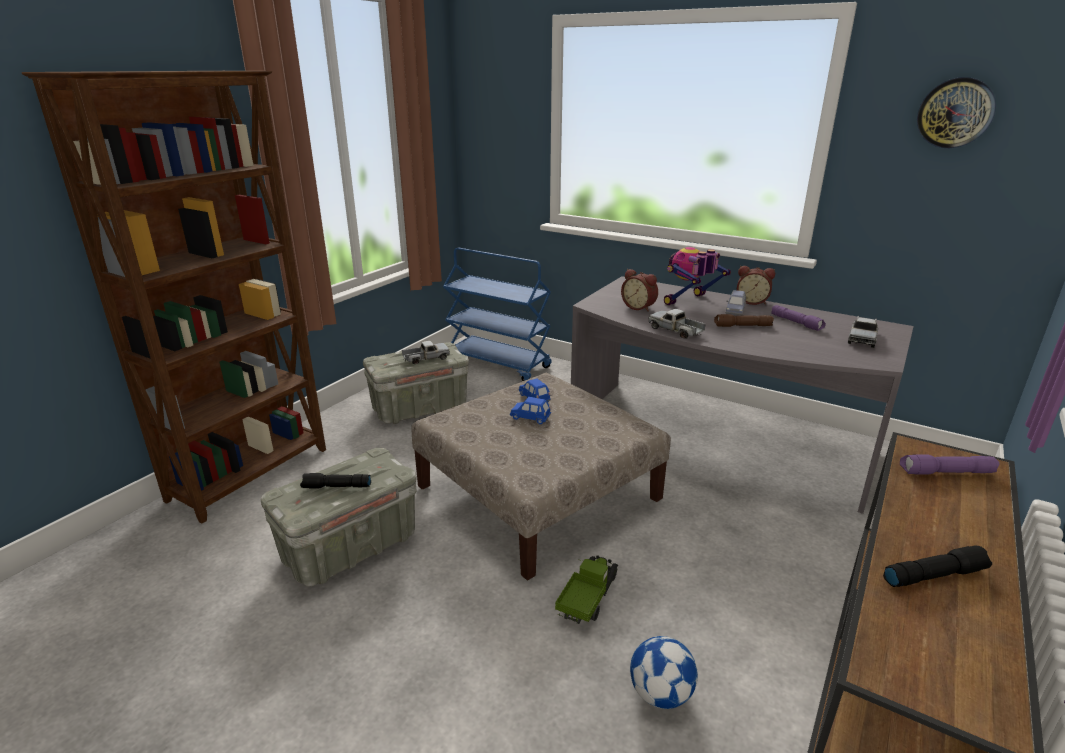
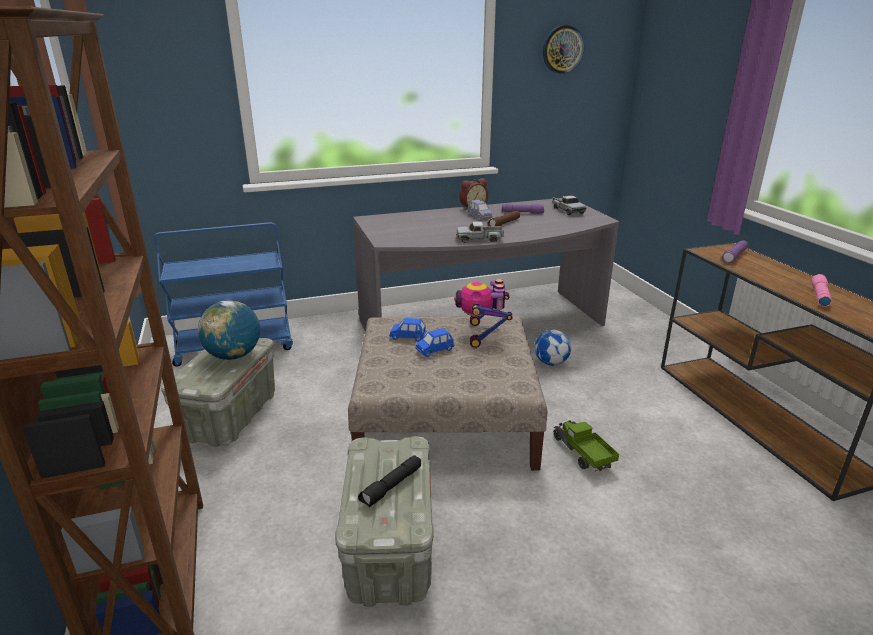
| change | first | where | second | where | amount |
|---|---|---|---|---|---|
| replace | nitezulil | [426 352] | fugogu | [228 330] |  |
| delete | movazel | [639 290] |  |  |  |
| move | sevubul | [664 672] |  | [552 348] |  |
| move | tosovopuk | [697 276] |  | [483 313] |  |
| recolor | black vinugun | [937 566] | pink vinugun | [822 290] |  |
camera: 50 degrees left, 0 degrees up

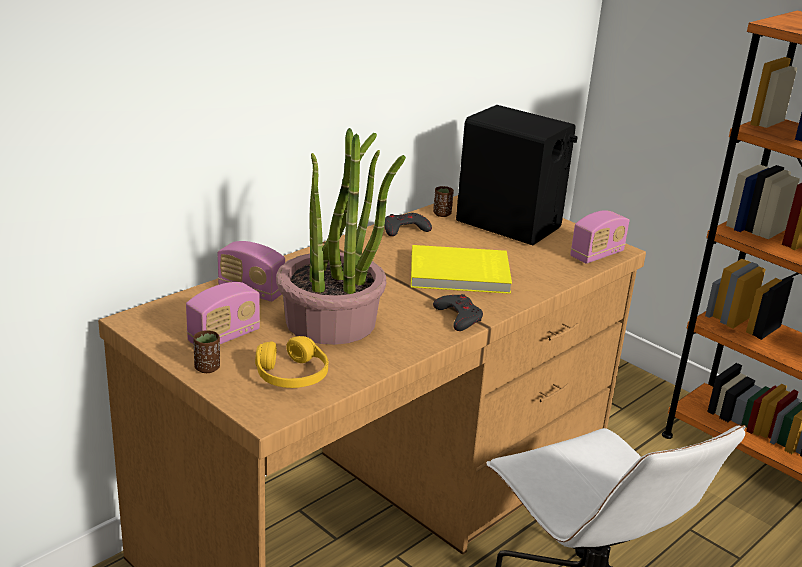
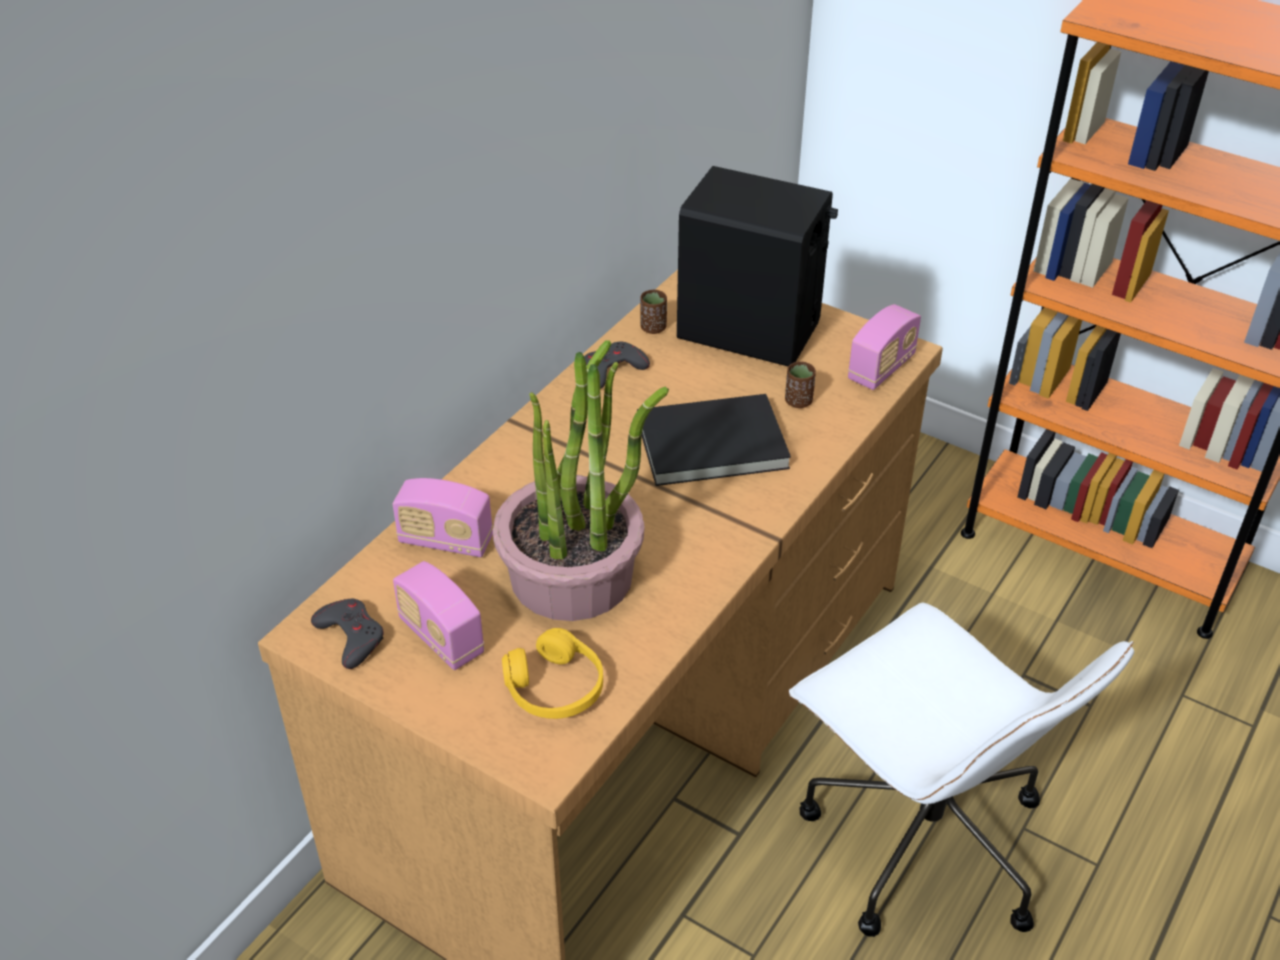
| change | first | where | second | where | amount |
|---|---|---|---|---|---|
| rotate | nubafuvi | [223 313] |  | [438 615] | 105 degrees clockwise |
| move | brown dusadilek | [206 351] |  | [800 385] |  |
| recolor | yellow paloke | [461 269] | black paloke | [714 440] |  |
| move | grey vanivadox | [458 312] |  | [347 634] |  |
camera: 10 degrees left, 15 degrees up

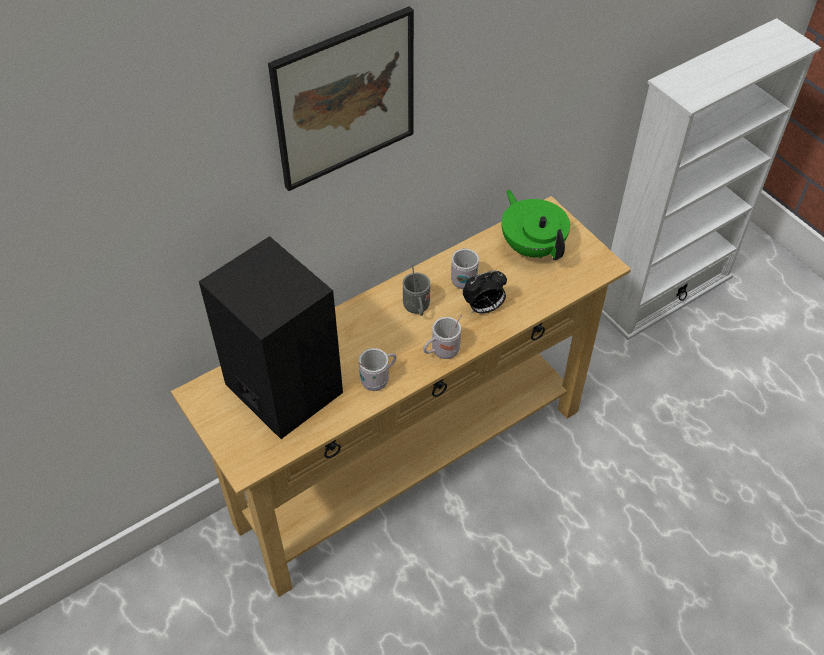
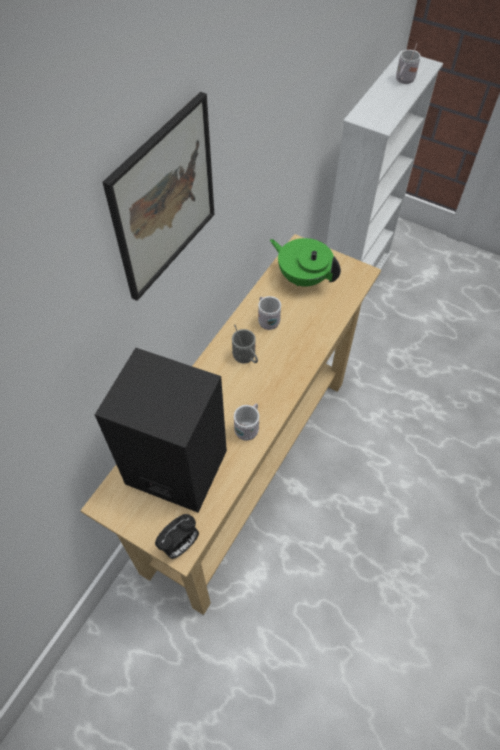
| change | first | where | second | where | amount |
|---|---|---|---|---|---|
| move | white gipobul | [442 337] |  | [408 63] |  |
| move | movazel | [485 291] |  | [177 536] |  |
camera: 25 degrees left, 5 degrees up

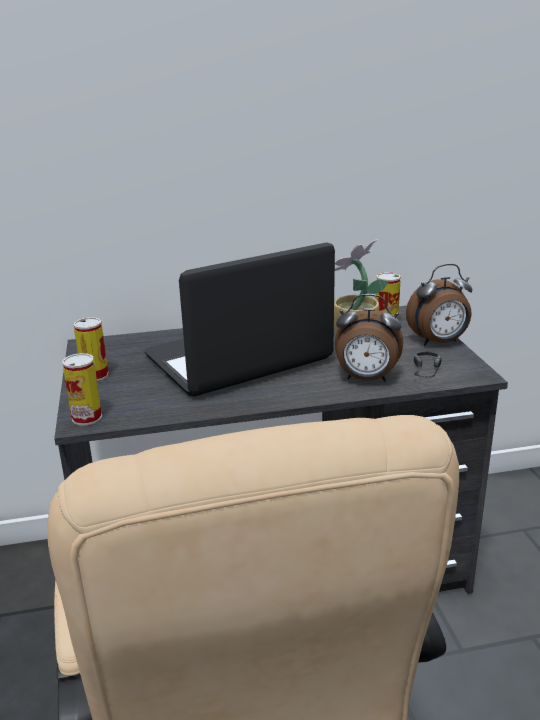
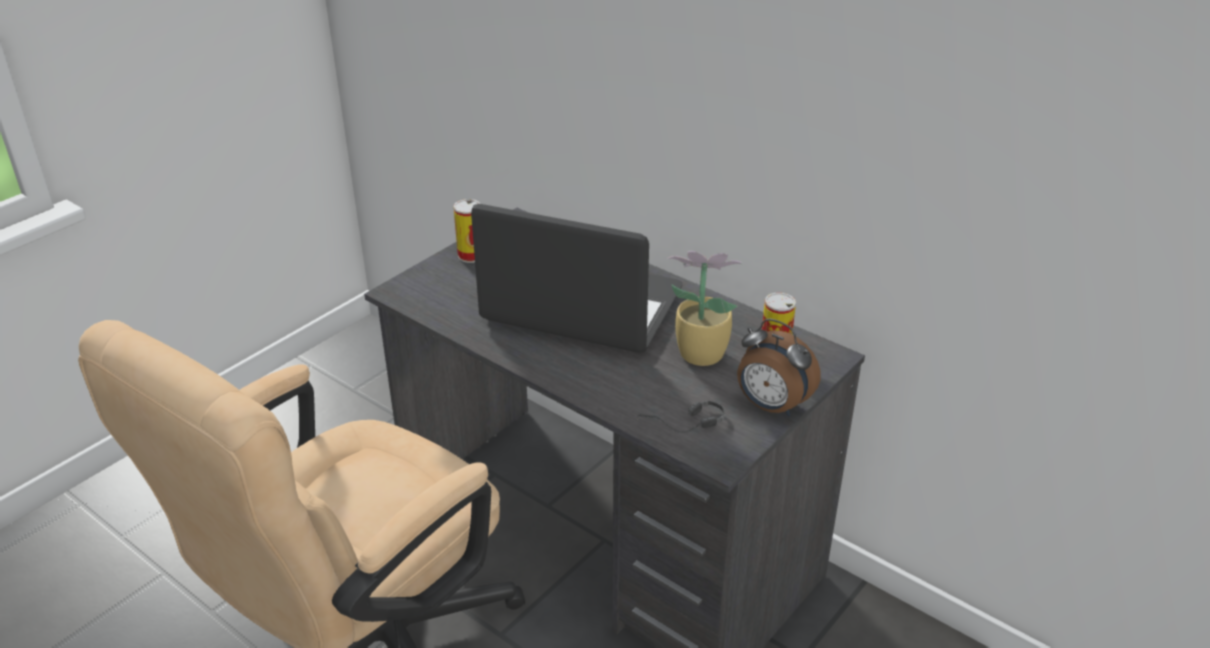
| change | first | where | second | where | amount |
|---|---|---|---|---|---|
| delete | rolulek | [82 389] |  |  |  |
| delete | movazel | [368 338] |  |  |  |
camera: 50 degrees right, 10 degrees up

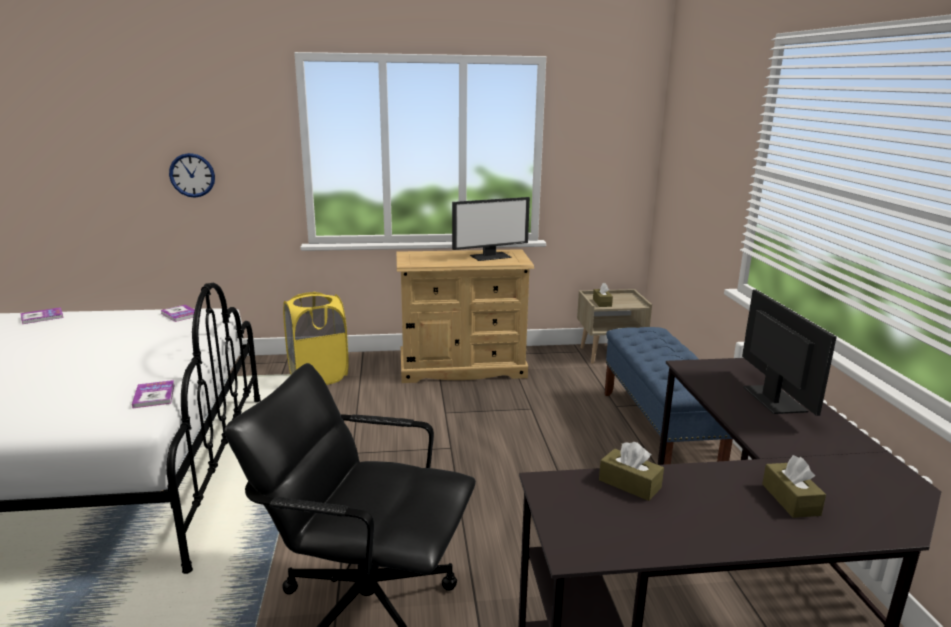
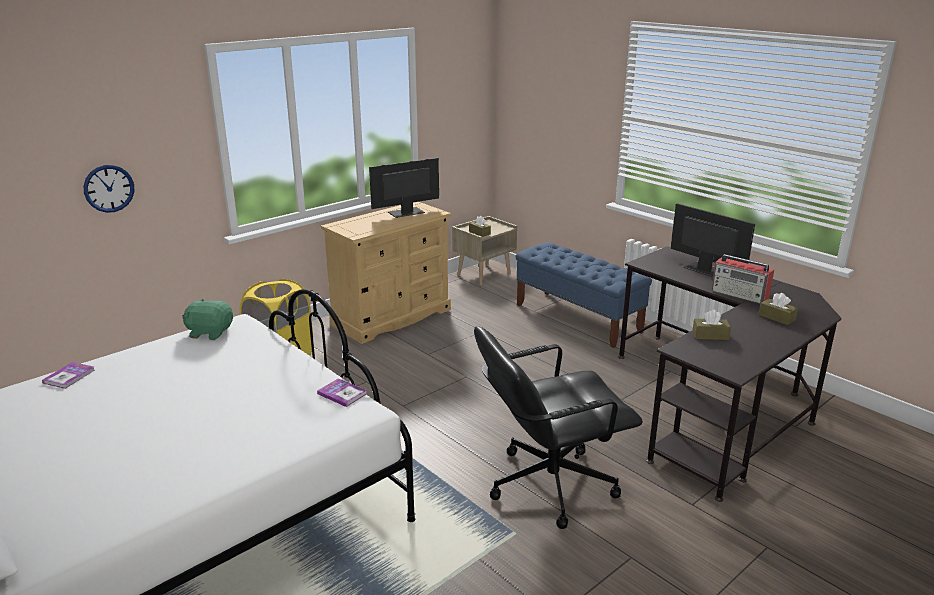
| change | first | where | second | where | amount |
|---|---|---|---|---|---|
| replace | paloke | [181 313] | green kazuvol | [207 319] |  |
| rotate | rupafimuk | [491 229] |  | [404 188] | 150 degrees counterclockwise |
| insert |  |  | nubafuvi | [742 279] |  |
camera: 35 degrees left, 5 degrees up

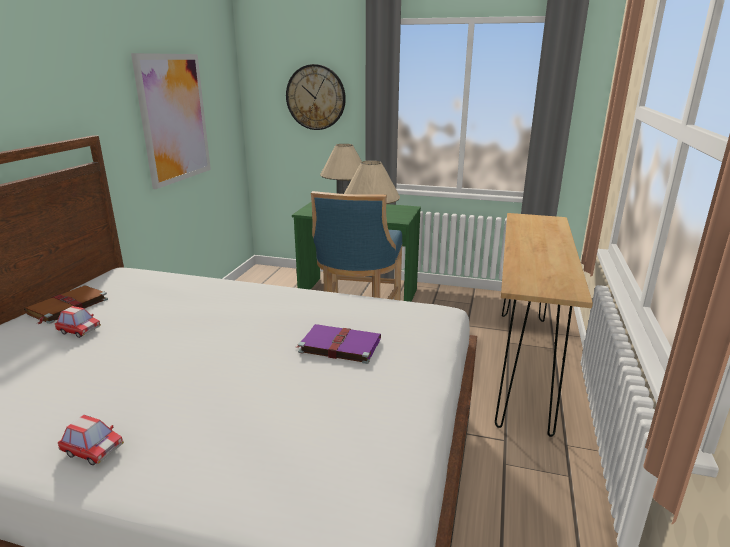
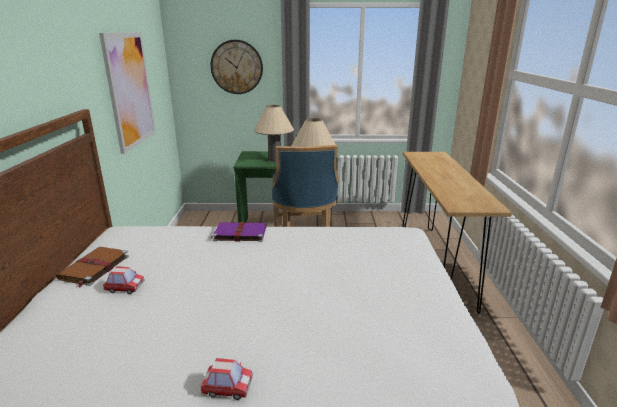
| change | first | where | second | where | amount |
|---|---|---|---|---|---|
| move | purple paloke | [339 344] |  | [239 232] |  |
camera: 15 degrees left, 0 degrees up

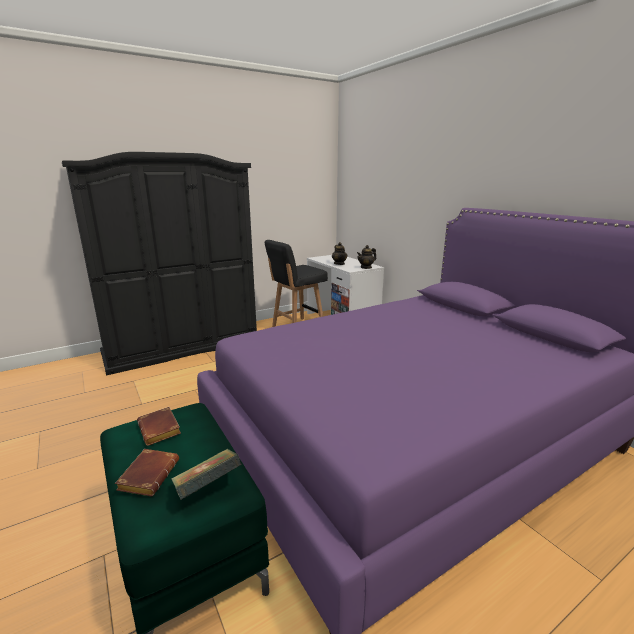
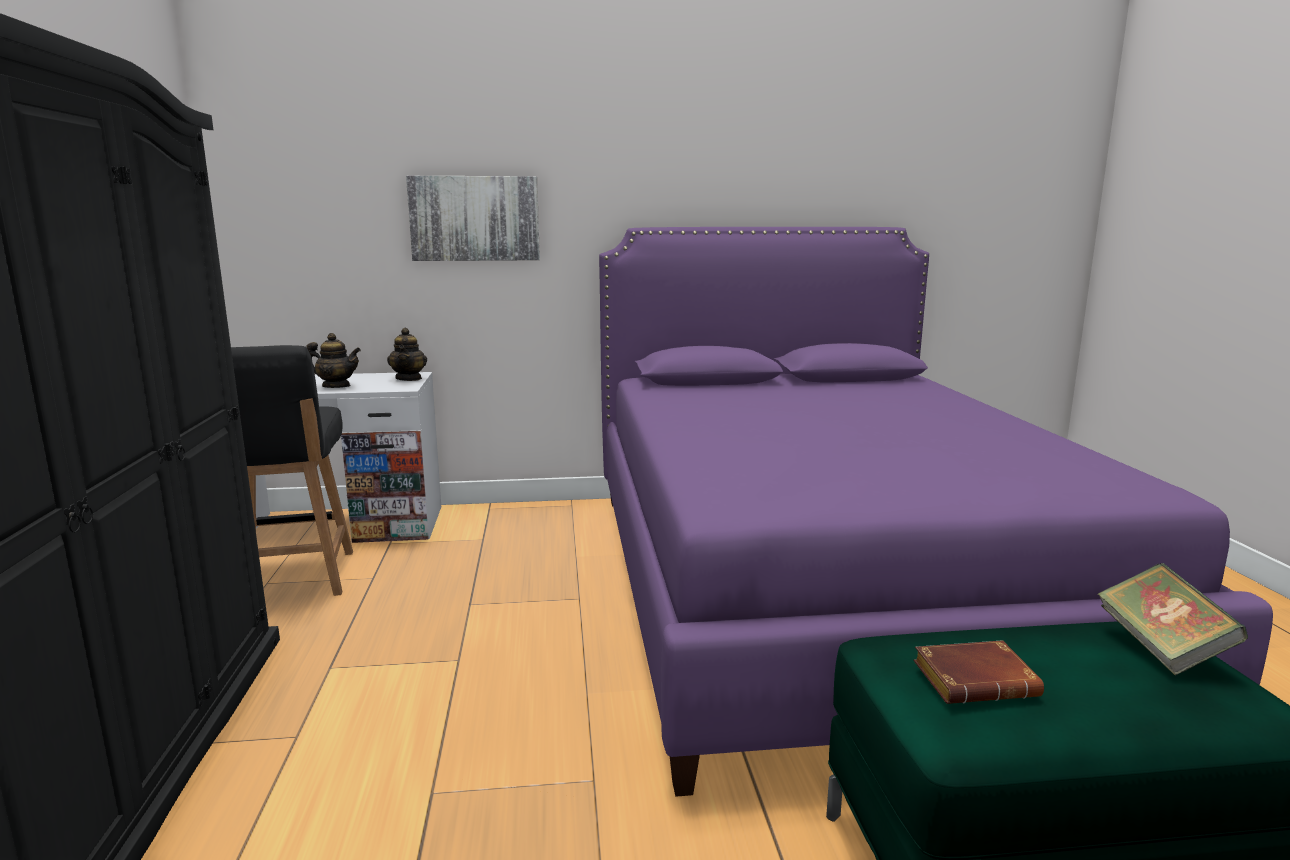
| change | first | where | second | where | amount |
|---|---|---|---|---|---|
| delete | brown paloke | [147 472] |  |  |  |
| insert |  |  | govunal | [473 218] |  |
camera: 65 degrees left, 5 degrees down

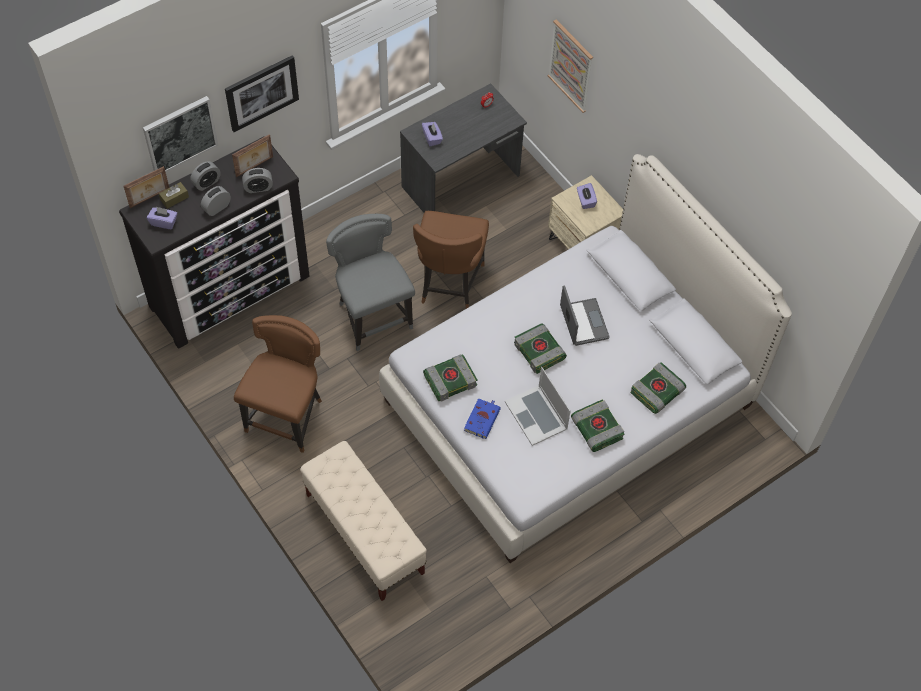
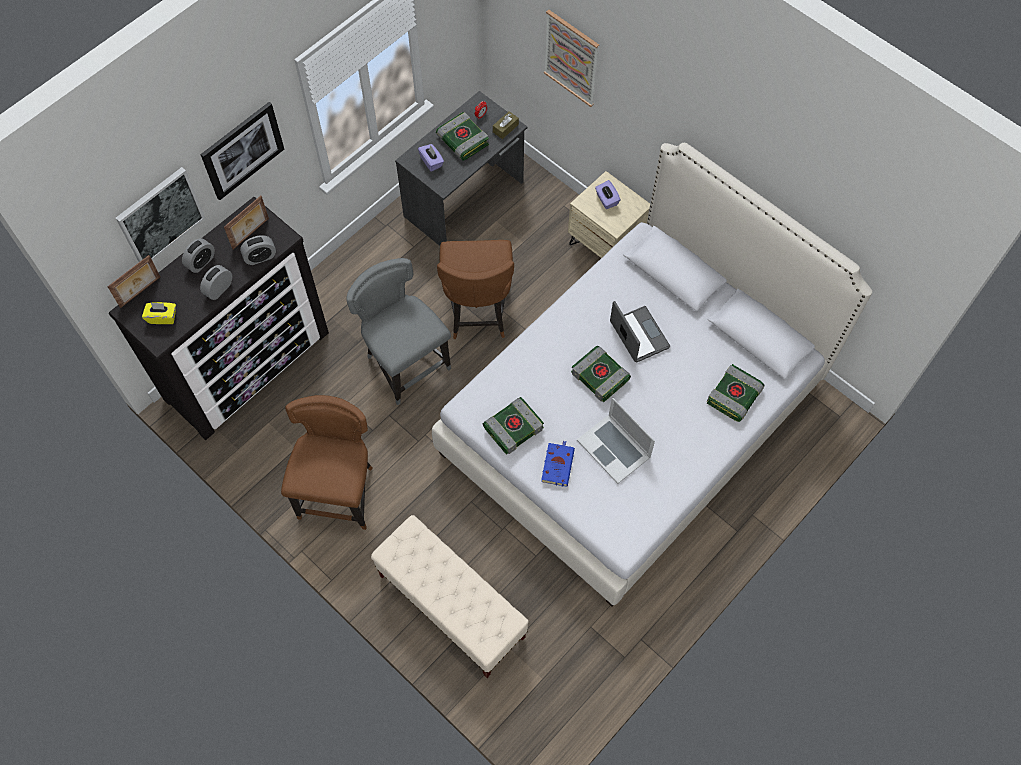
| change | first | where | second | where | amount |
|---|---|---|---|---|---|
| recolor | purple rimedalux | [162 217] | yellow rimedalux | [159 313] |  |
| move | brown rimedalux | [174 195] |  | [506 125] |  |
| move | paloke | [597 425] |  | [462 136] |  |
camera: 10 degrees left, 5 degrees up

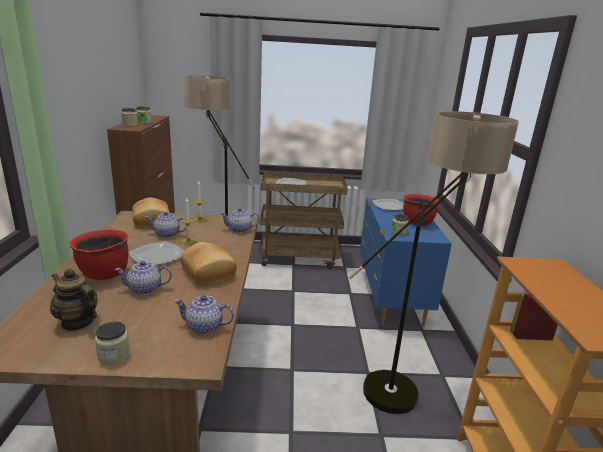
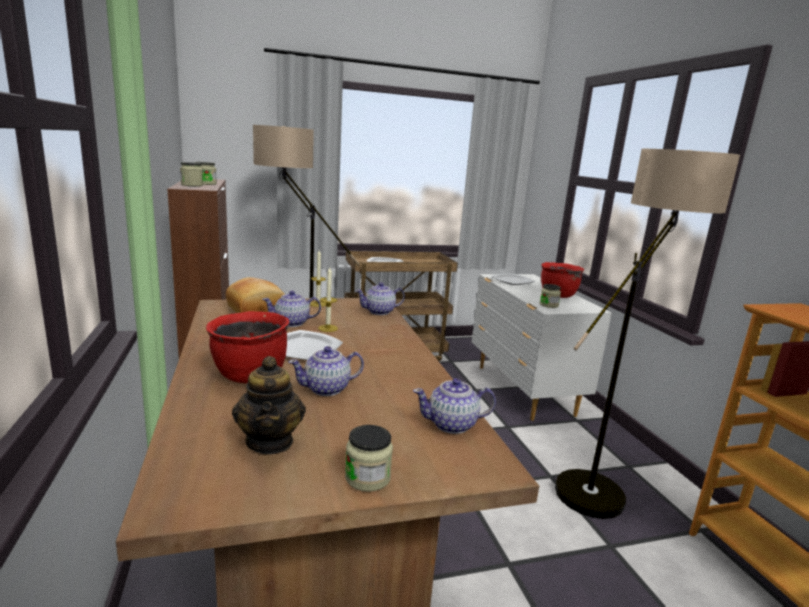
| change | first | where | second | where | amount |
|---|---|---|---|---|---|
| rotate | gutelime | [74 300] |  | [269 405] | 120 degrees counterclockwise |
| delete | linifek | [208 264] |  |  |  |
| recolor | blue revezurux | [406 262] | white revezurux | [542 347] |  |
camera: 15 degrees left, 5 degrees down

